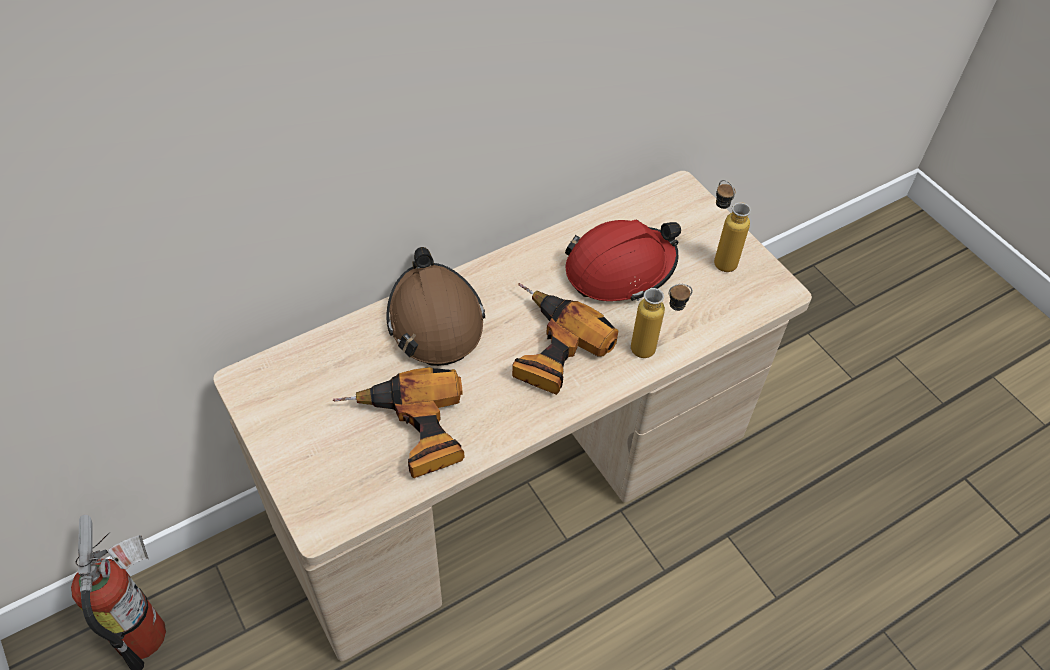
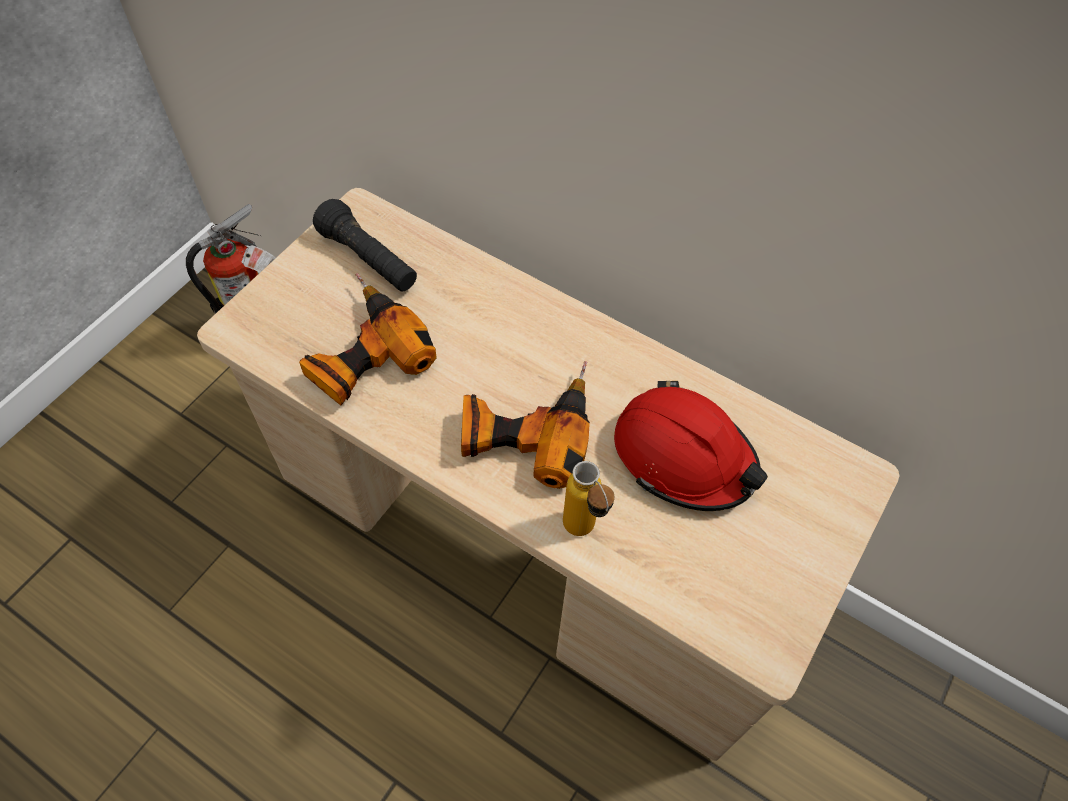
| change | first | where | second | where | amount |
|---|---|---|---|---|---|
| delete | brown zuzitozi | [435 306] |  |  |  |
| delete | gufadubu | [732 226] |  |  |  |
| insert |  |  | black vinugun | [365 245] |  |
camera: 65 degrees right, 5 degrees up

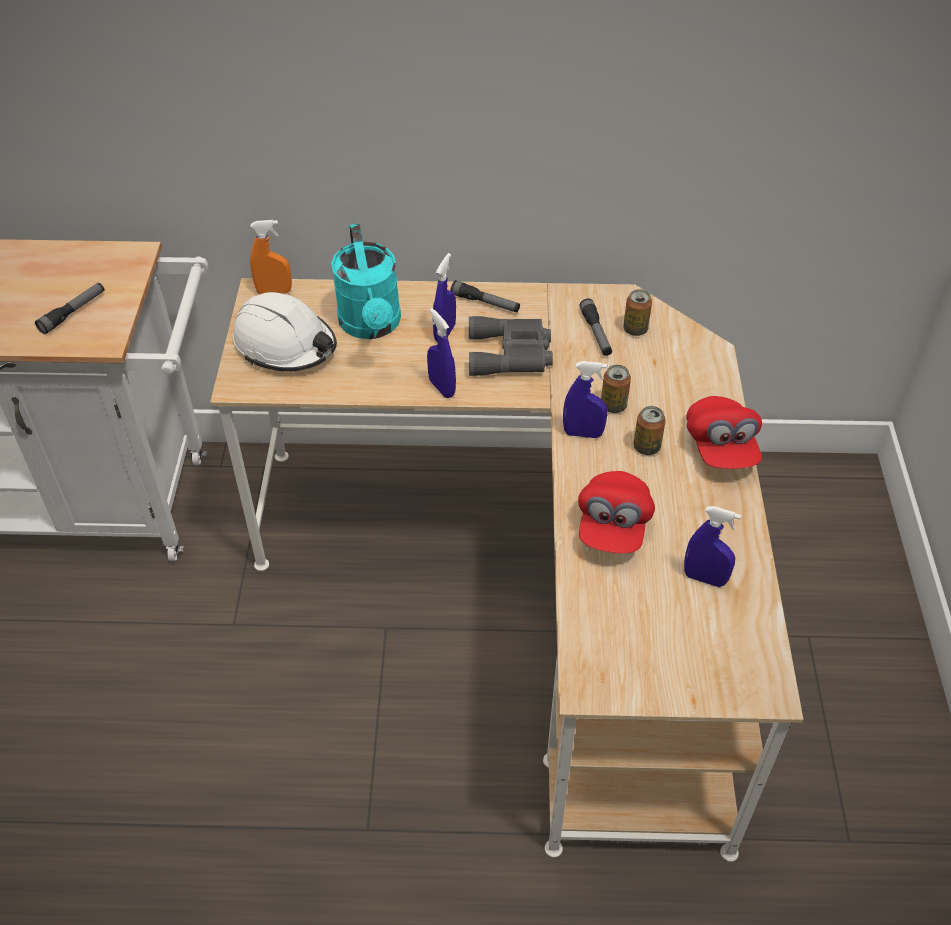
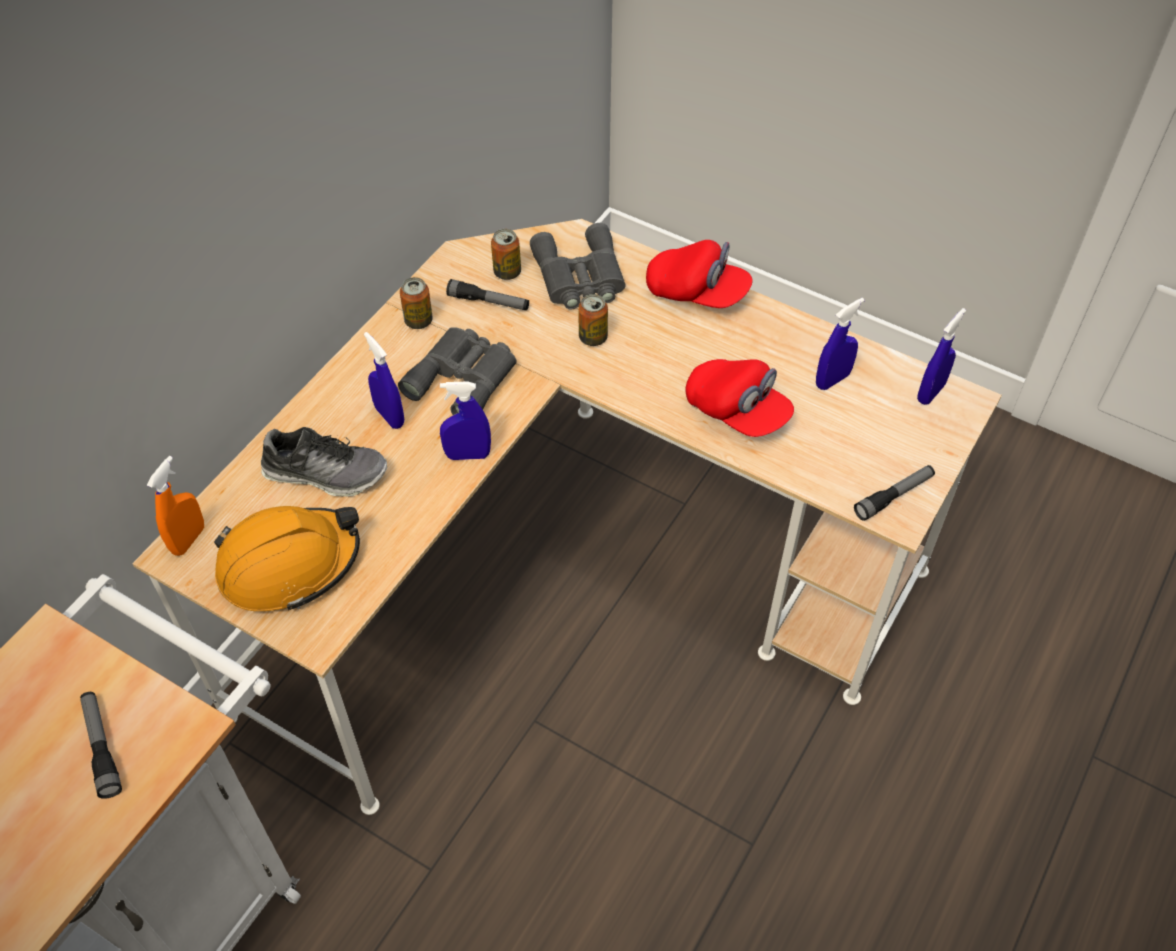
| change | first | where | second | where | amount |
|---|---|---|---|---|---|
| recolor | white zuzitozi | [285 332] | orange zuzitozi | [287 558] |  |
| replace | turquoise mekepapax | [366 281] | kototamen | [324 462] |  |
| move | vinugun | [485 296] |  | [894 493] |  |
| move | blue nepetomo | [585 399] |  | [941 356] |  |
| move | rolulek | [649 430] |  | [416 303] |  |
| insert |  |  | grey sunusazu | [578 266] |  |
camera: 60 degrees left, 5 degrees up

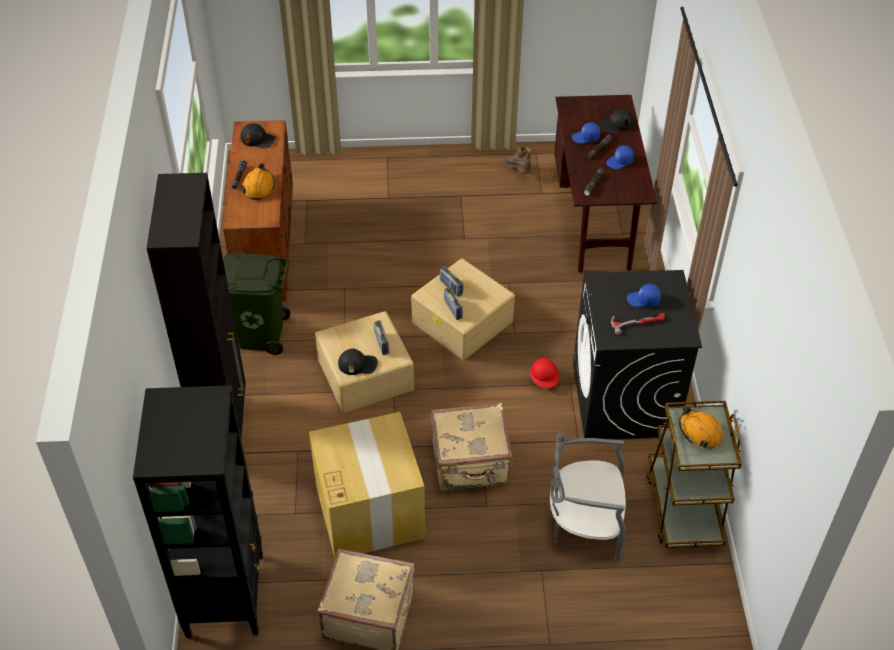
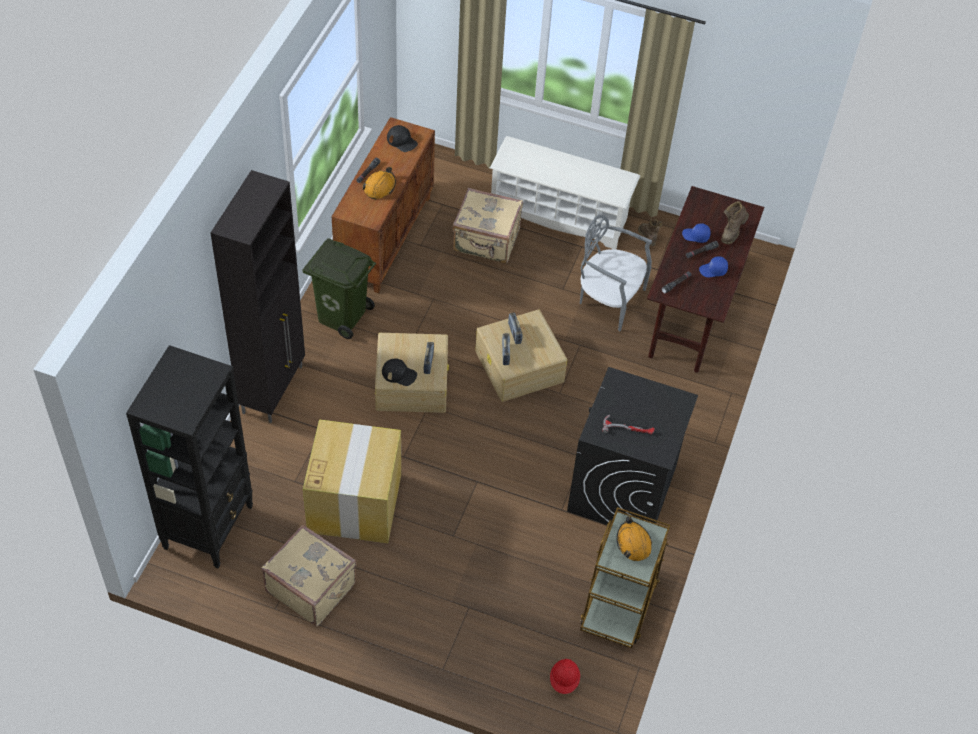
| change | first | where | second | where | amount |
|---|---|---|---|---|---|
| move | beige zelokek | [471 447] |  | [487 226] |  |
| move | red zuzitozi | [544 373] |  | [565 676] |  |
| move | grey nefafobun | [588 496] |  | [616 272] |  |
| replace | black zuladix | [616 121] | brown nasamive | [735 222] |  |
| delete | blue zuladix | [644 295] |  |  |  |
| insert |  |  | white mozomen | [565 193] |  |
camera: 20 degrees right, 5 degrees up

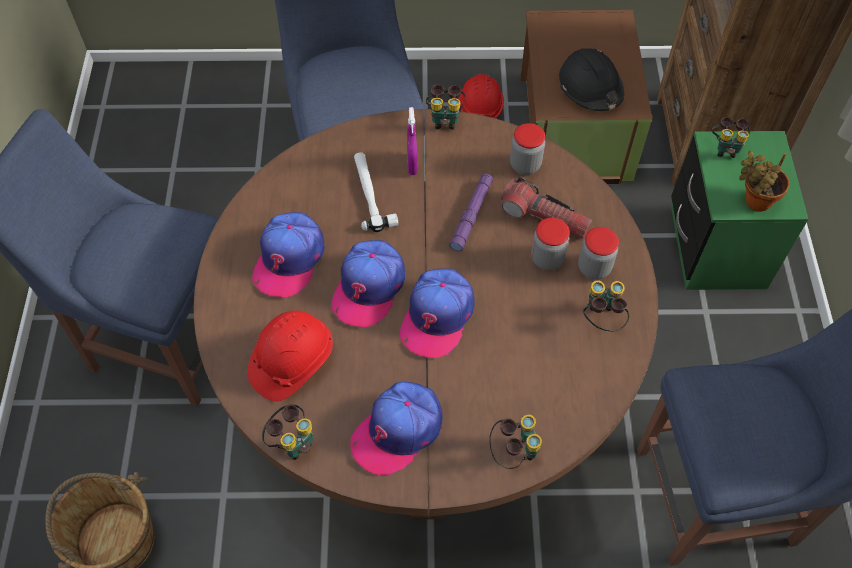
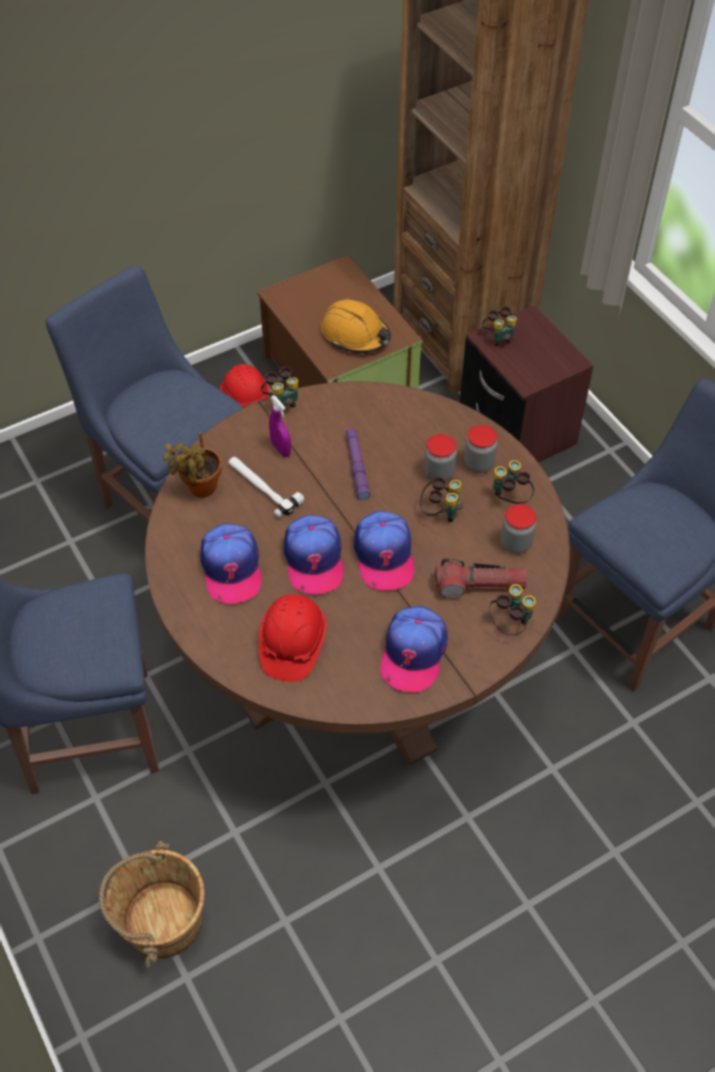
| change | first | where | second | where | amount |
|---|---|---|---|---|---|
| move | sunusazu | [287 432] |  | [441 499] |  |
| move | vinugun | [546 207] |  | [481 578] |  |
| move | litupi | [527 149] |  | [518 529] |  |
| recolor | black zuzitozi | [591 79] | orange zuzitozi | [356 325] |  |
| recolor | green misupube | [739 210] | brown misupube | [527 384] |  |
| move | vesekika | [764 181] |  | [192 465] |  |
camera: 30 degrees left, 5 degrees down

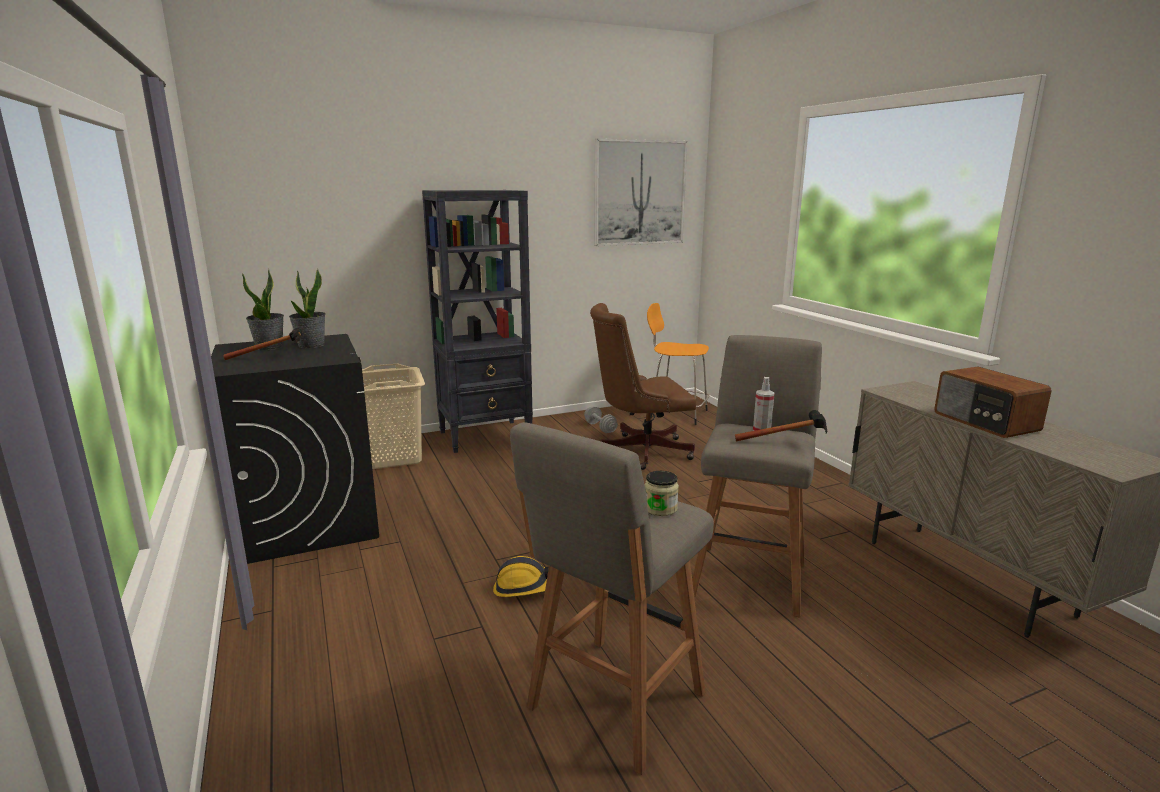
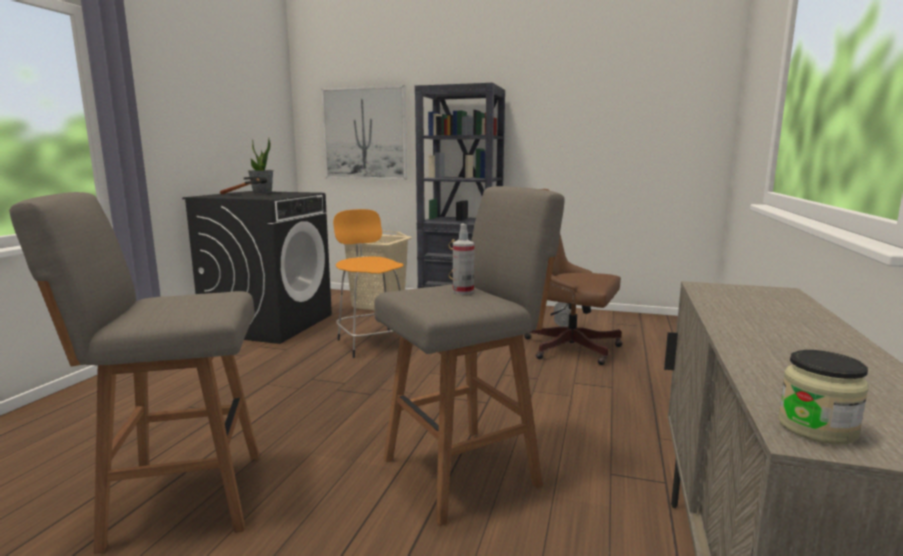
| change | first | where | second | where | amount |
|---|---|---|---|---|---|
| delete | vesekika | [307 308] |  |  |  |
| delete | zuzitozi | [521 576] |  |  |  |
| move | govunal | [640 192] |  | [364 132] |  |
| move | litupi | [662 493] |  | [823 397] |  |
| move | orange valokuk | [678 364] |  | [368 283] |  |
| delete | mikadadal | [781 425] |  |  |  |
| delete | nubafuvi | [993 402] |  |  |  |
camera: 40 degrees right, 5 degrees down

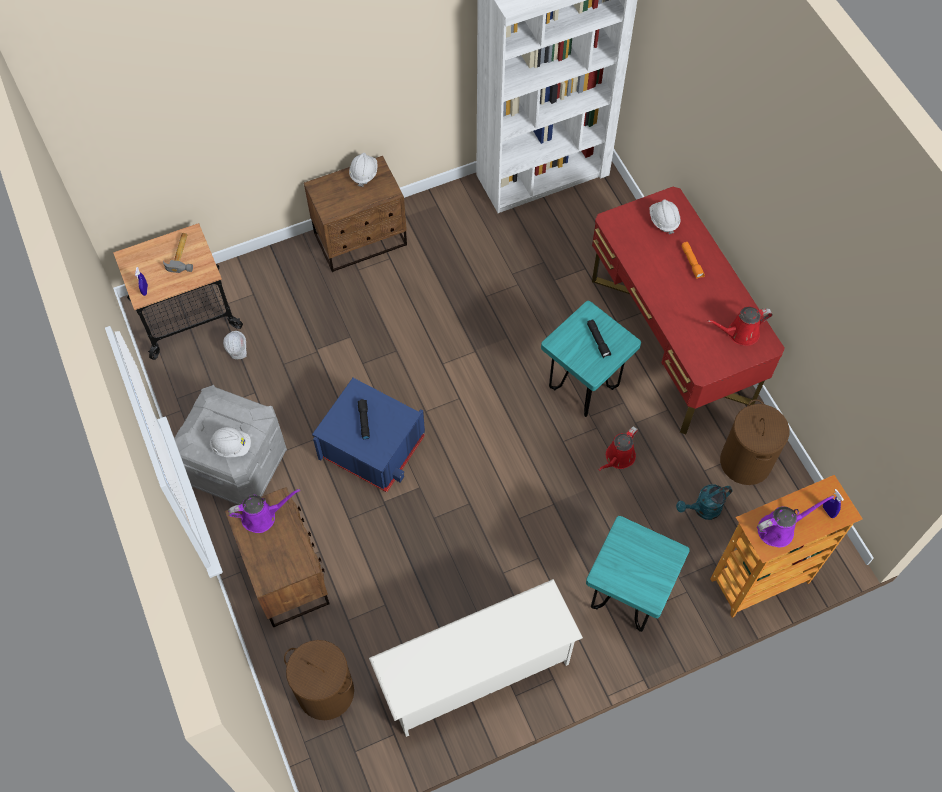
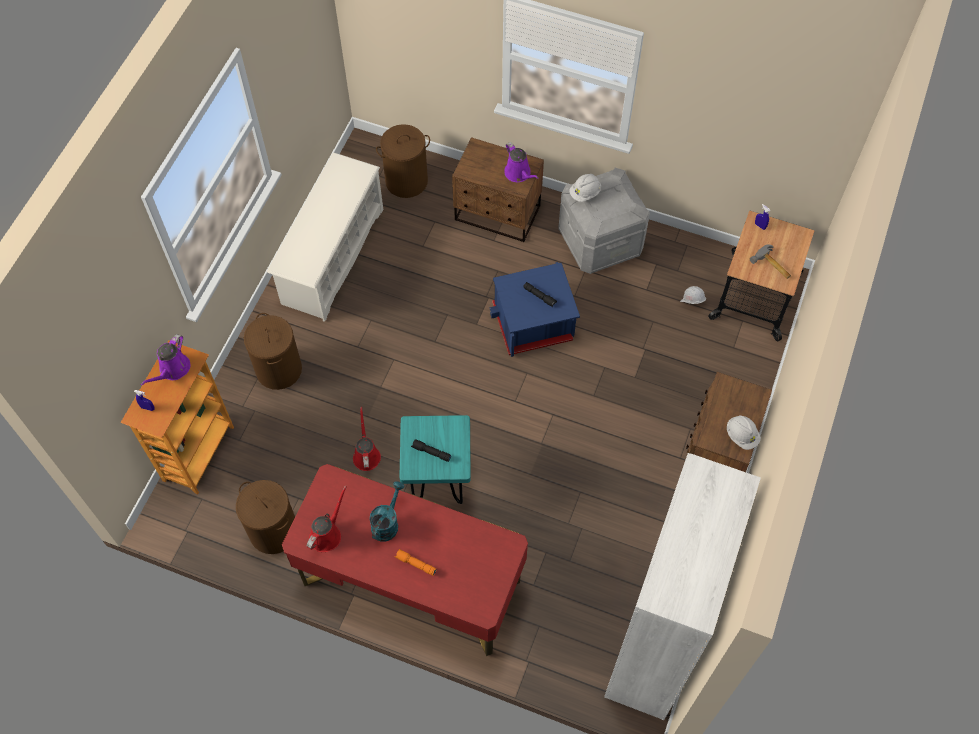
| change | first | where | second | where | amount |
|---|---|---|---|---|---|
| rotate | purple mekepapax | [264 511] |  | [521 162] | 60 degrees counterclockwise |
| replace | turquoise valokuk | [638 574] | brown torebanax | [273 351] |  |
| delete | white zuzitozi | [665 216] |  |  |  |
| move | turquoise mekepapax | [704 502] |  | [387 511] |  |
camera: 135 degrees right, 0 degrees up

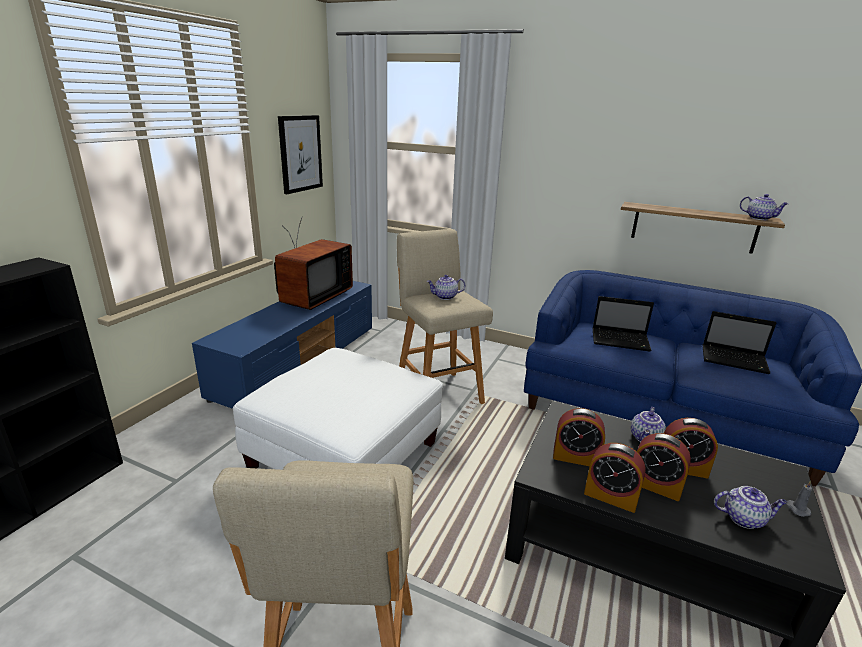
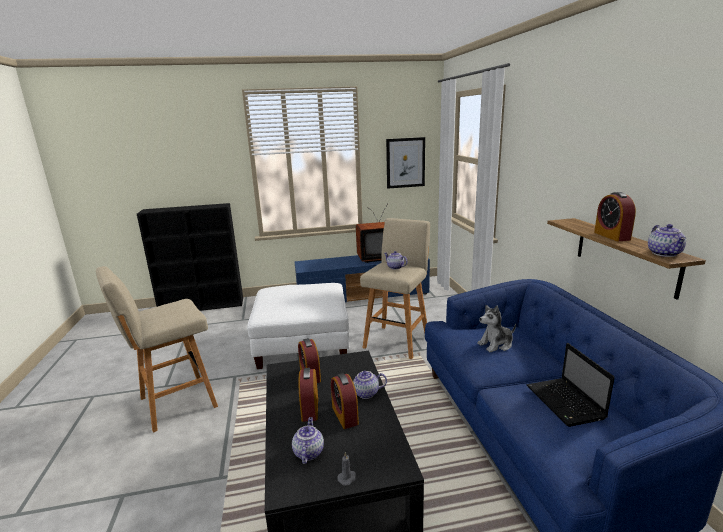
| change | first | where | second | where | amount |
|---|---|---|---|---|---|
| move | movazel | [615 478] |  | [615 216] |  |
| replace | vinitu | [623 323] | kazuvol | [496 328] |  |
| rotate | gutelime | [751 507] |  | [308 440] | 150 degrees counterclockwise |
camera: 55 degrees right, 5 degrees down

